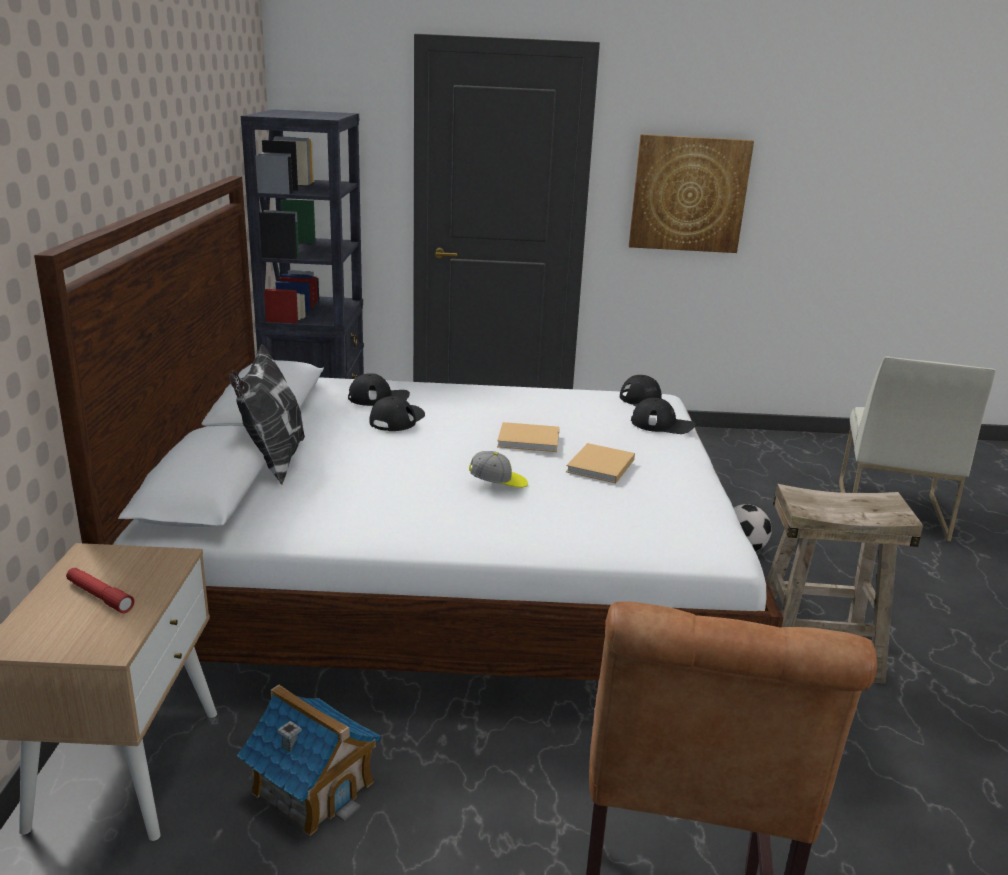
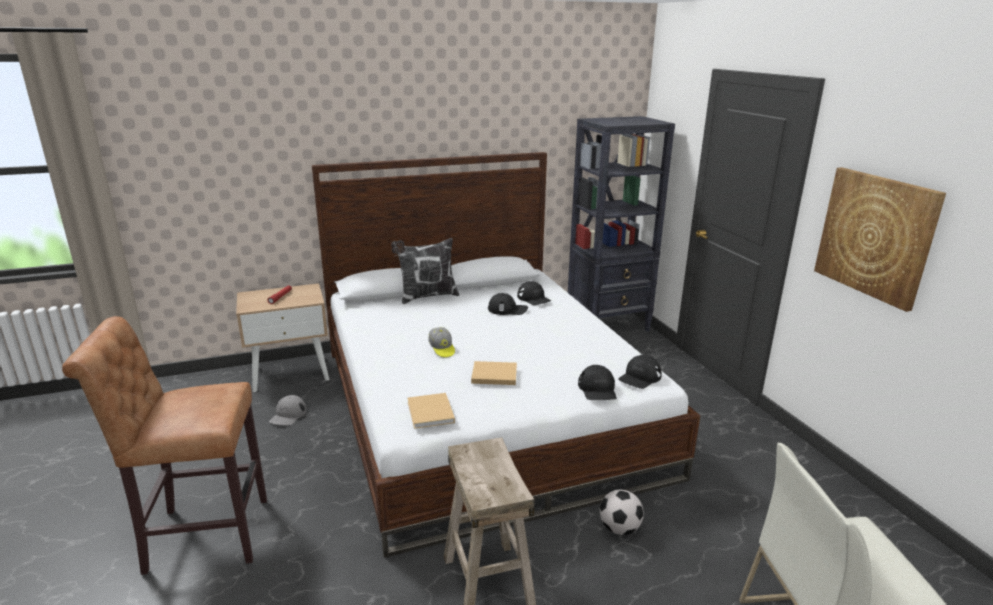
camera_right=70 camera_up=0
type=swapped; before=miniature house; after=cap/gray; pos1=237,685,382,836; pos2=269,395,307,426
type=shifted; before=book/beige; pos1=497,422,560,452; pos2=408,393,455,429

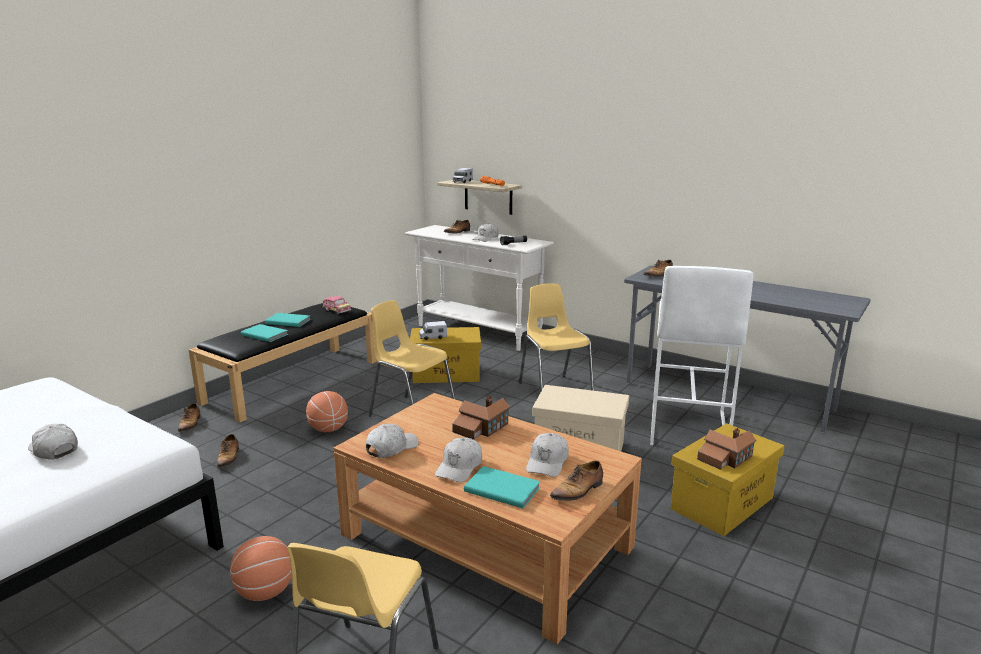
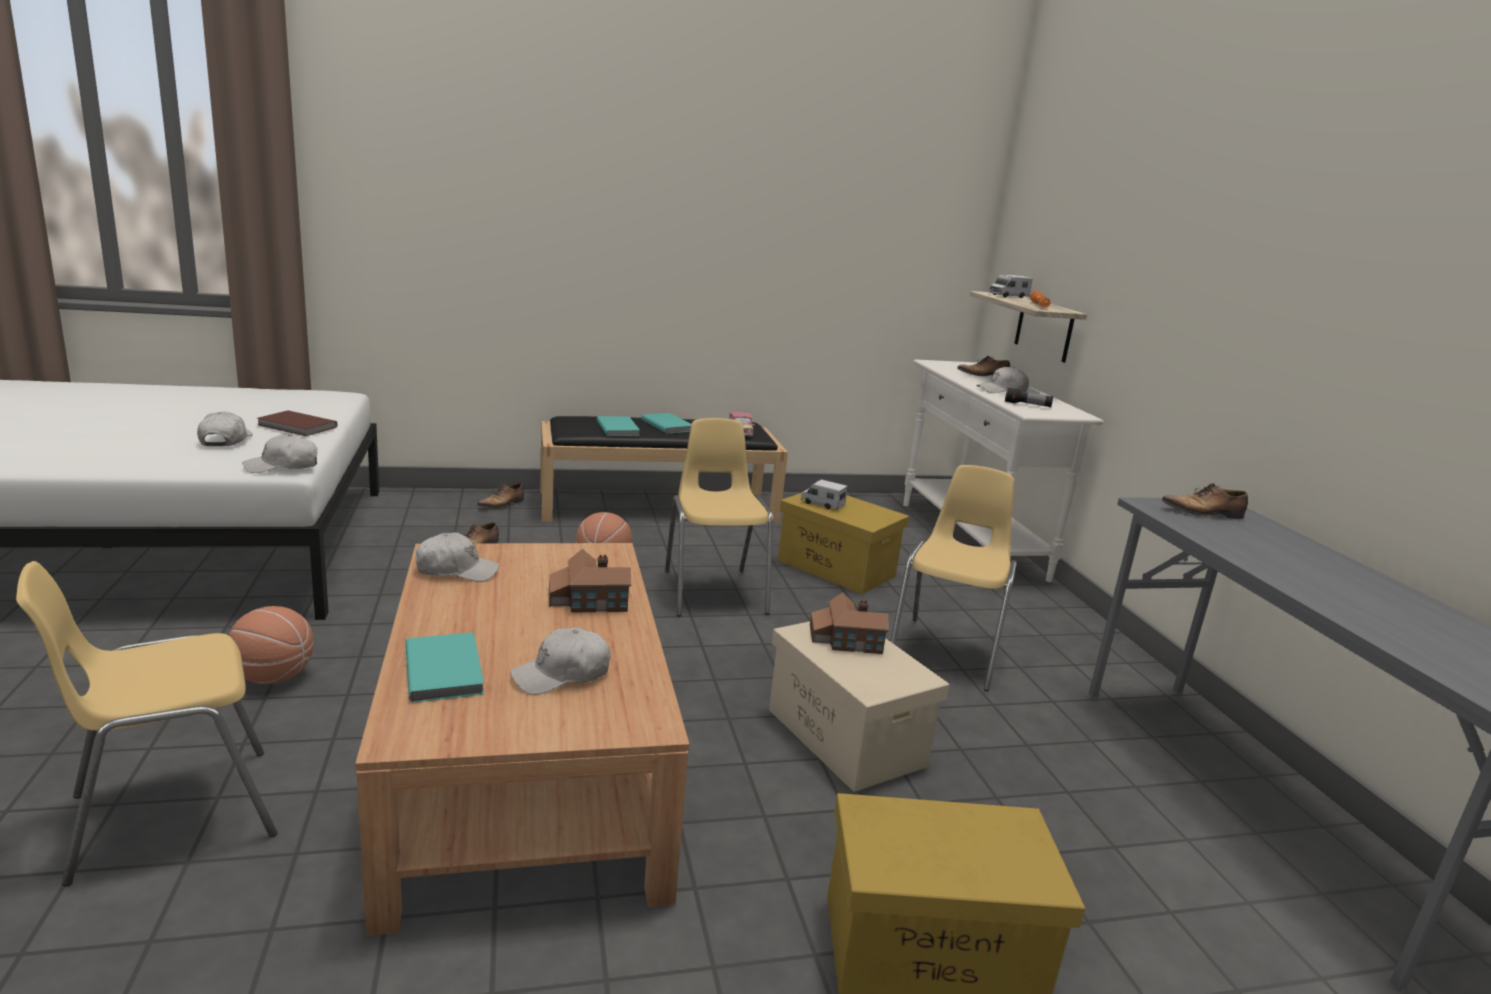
camera_right=40 camera_up=0
type=shifted; before=cap/white; pos1=435,438,482,482; pos2=243,434,317,473
type=new; after=book/brown-coloured; pos2=257,410,337,436
type=shifted; before=miniature house; pos1=697,428,756,470; pos2=810,592,889,654
type=gone; before=low shoe; pos1=550,461,603,501
type=gone; before=stool/white; pos1=650,266,753,445

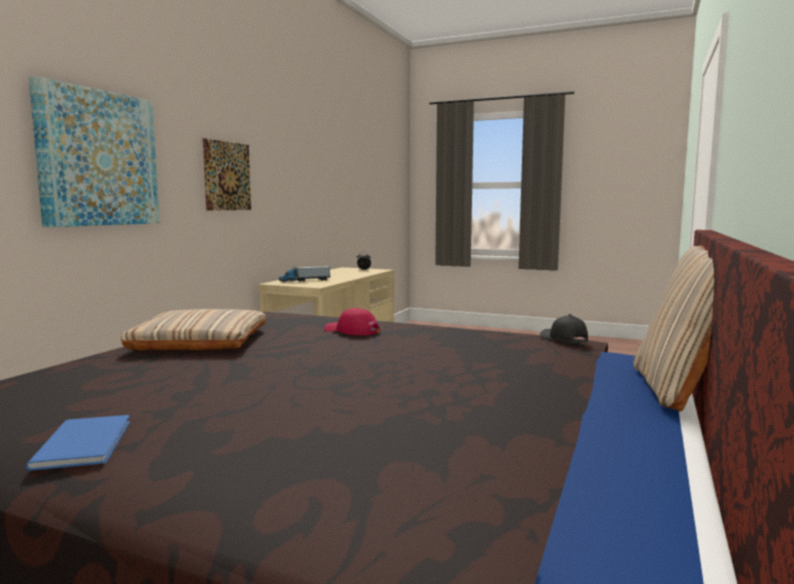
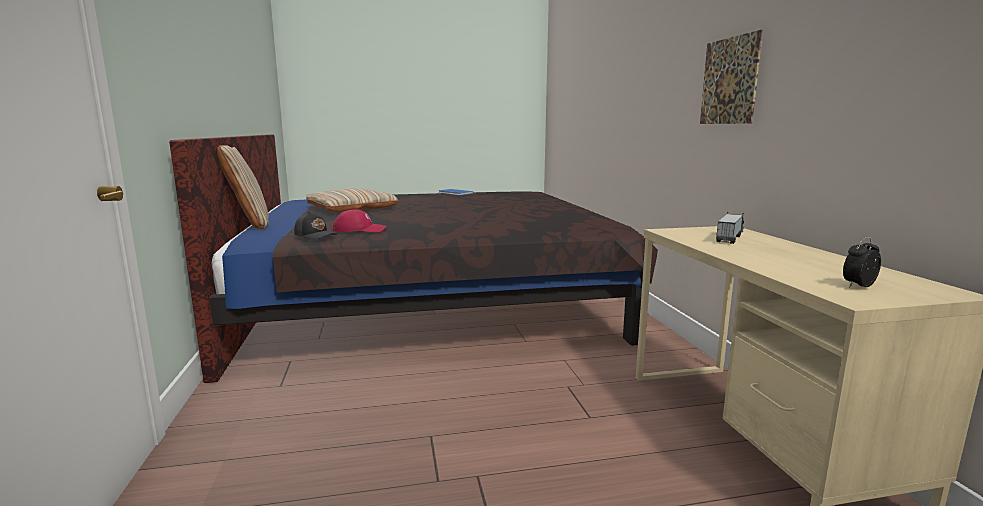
camera_right=145 camera_up=5
type=shifted; before=throw pillow/beige; pos1=121,309,266,350; pos2=306,188,399,212
type=shifted; before=cap/reddish; pos1=324,308,380,335; pos2=333,209,387,233
type=gone; before=wall art; pos1=29,76,160,227

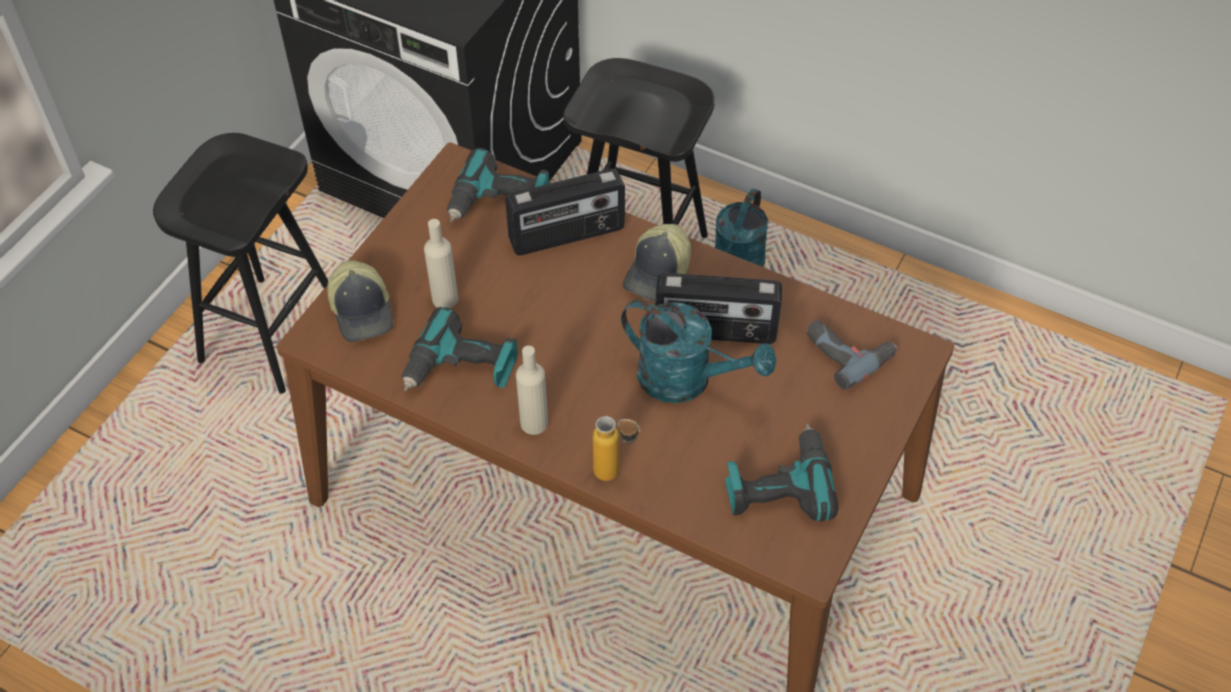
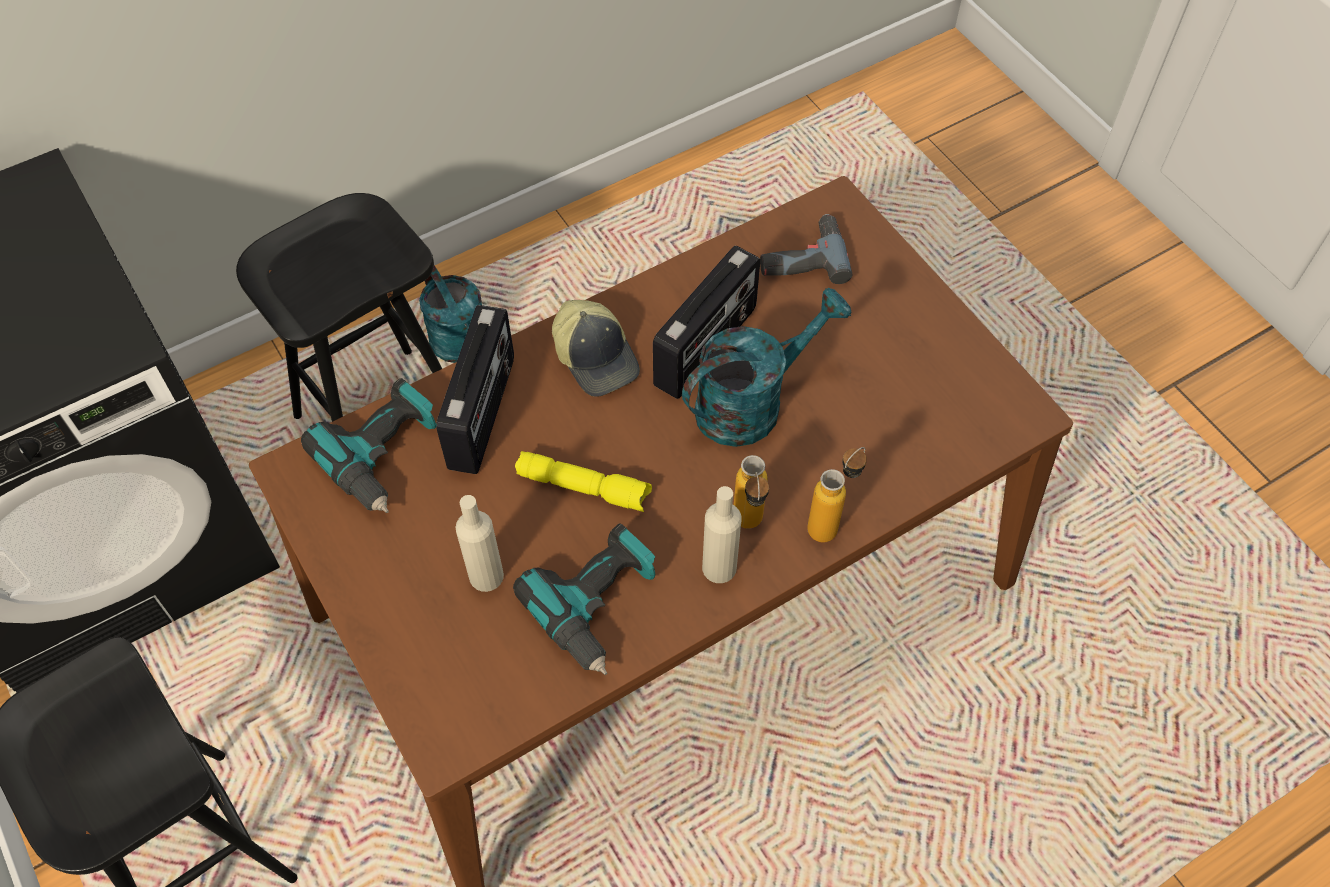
camera_right=-60 camera_up=5
type=new; after=torch/yellow-coloured; pos2=515,451,652,512
type=new; after=drink bottle; pos2=734,455,769,529
type=gone; before=cap; pos1=328,260,393,342
type=gone; before=power drill; pos1=725,424,839,522

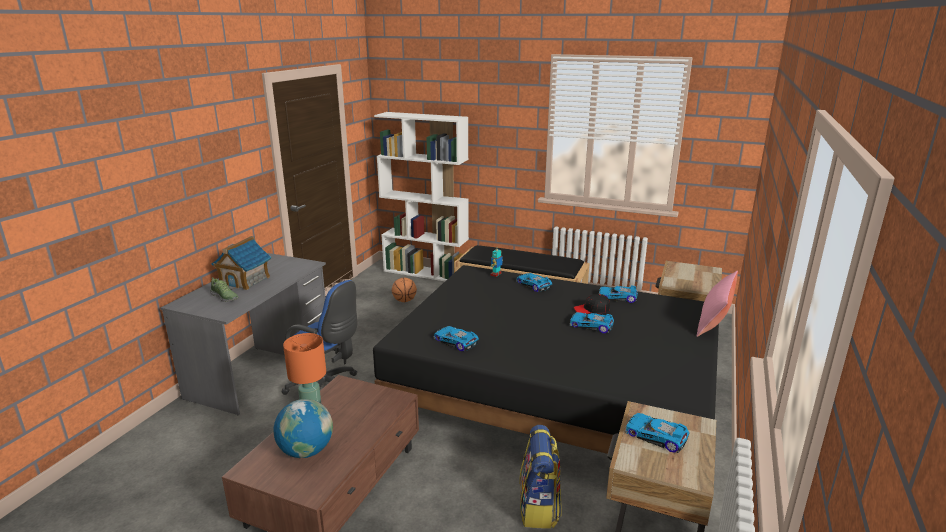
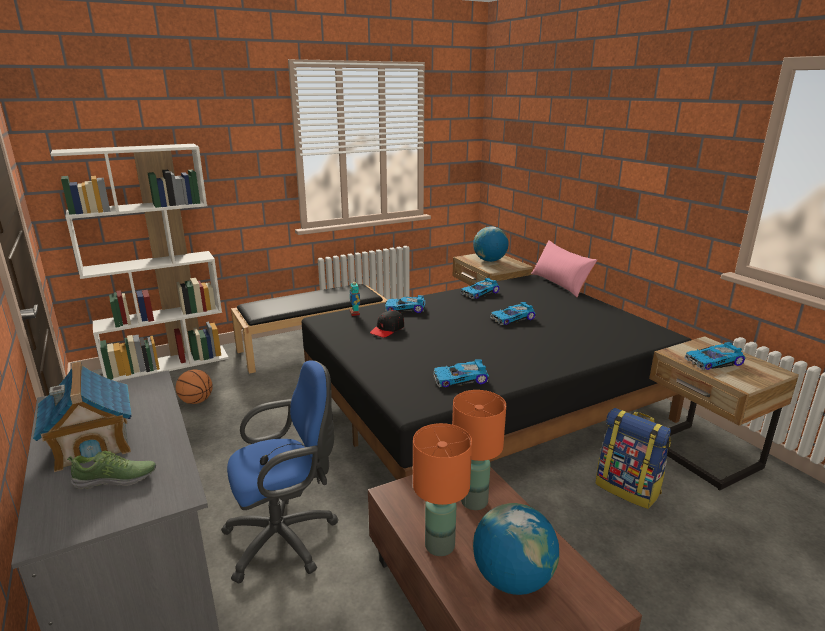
camera_right=-50 camera_up=0
type=shifted; before=cap/black-coloured; pos1=574,294,610,314; pos2=370,310,404,338
type=new; after=table lamp/orange-coloured; pos2=452,390,506,510
type=new; after=world globe; pos2=473,226,509,262

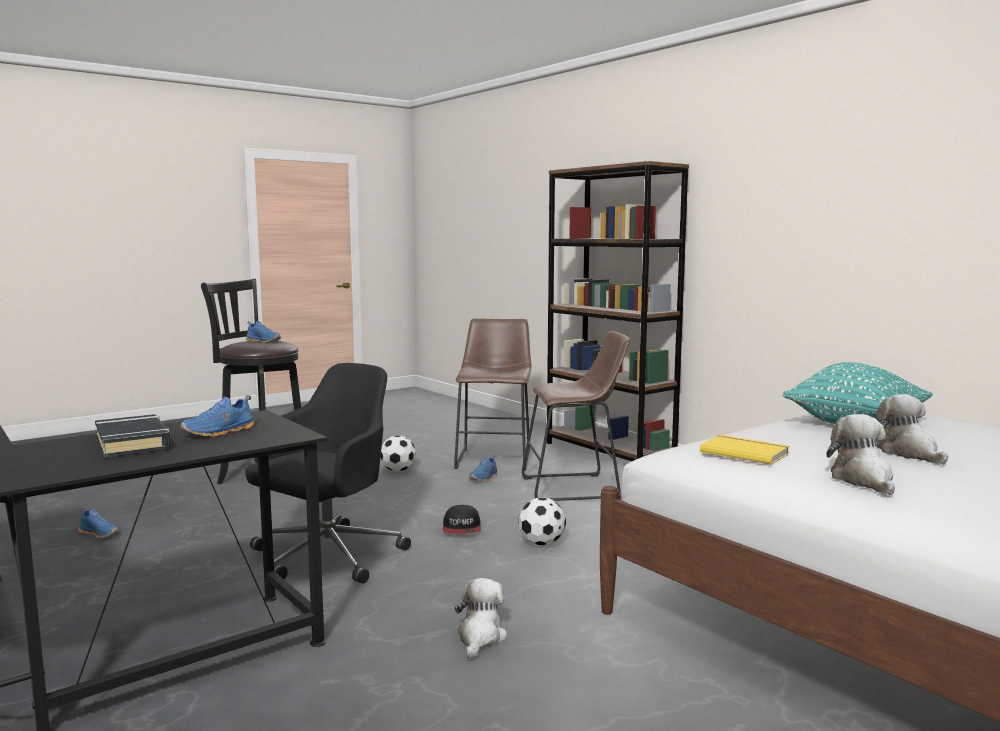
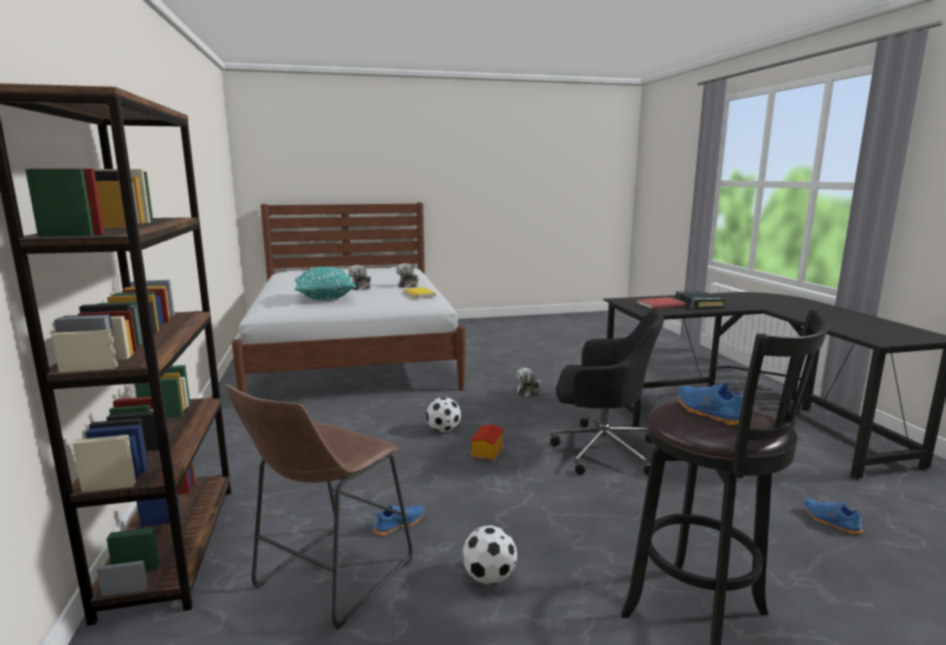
camera_right=-155 camera_up=5
type=swapped; before=cap; after=miniature house; pos1=443,505,481,534; pos2=470,424,504,462
type=rotated; before=desk chair/black-coloured; pos1=245,363,411,584; pos2=550,311,664,476; turn=-135
type=swapped; before=low shoe/bluish; after=book/reddish; pos1=181,395,254,437; pos2=636,297,686,309
type=gone; before=stool/brown-coloured; pos1=522,331,630,501

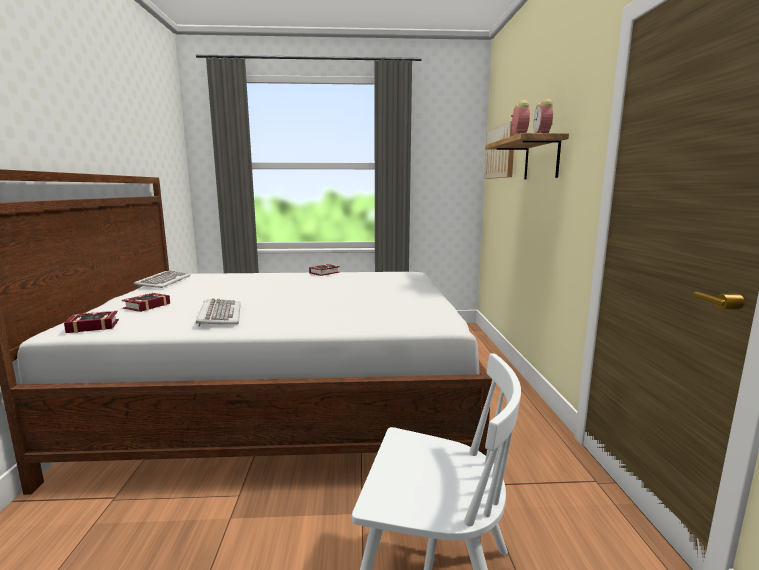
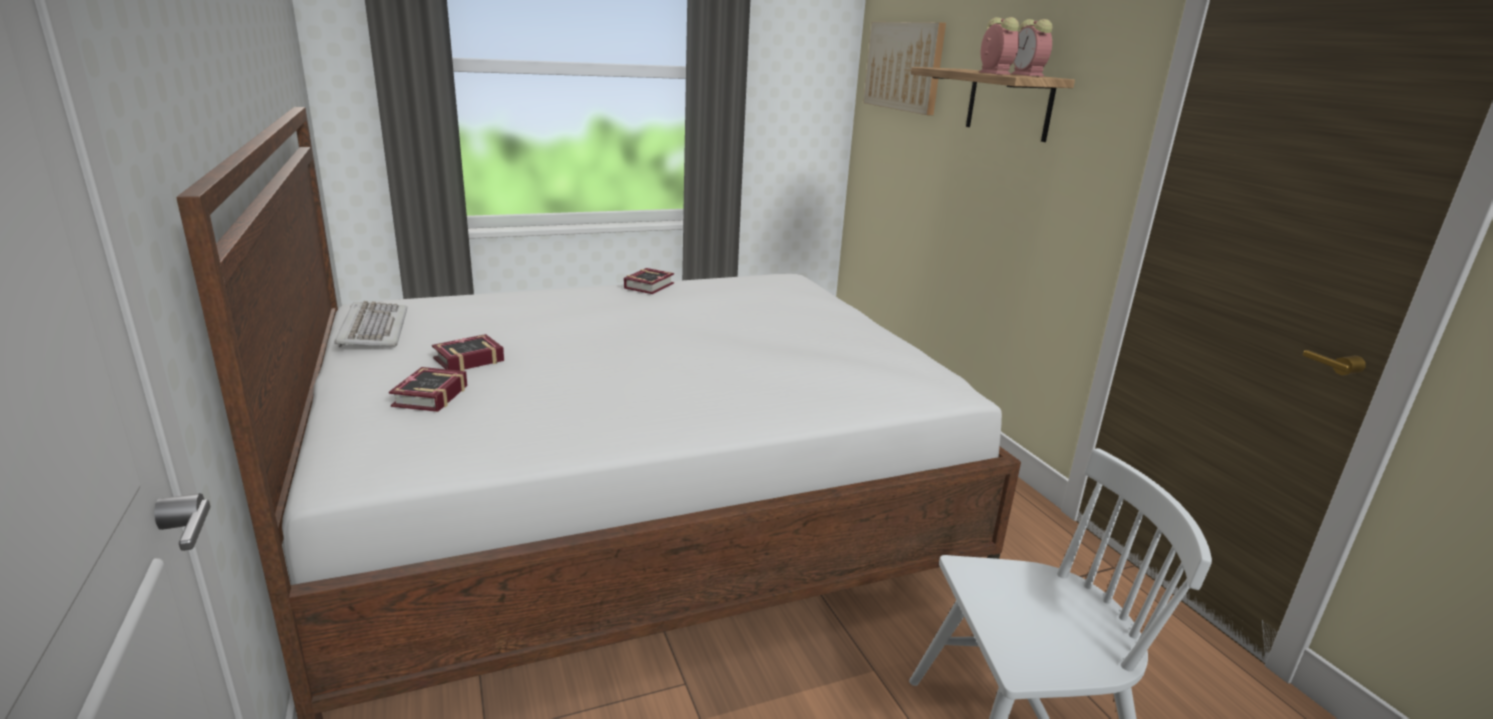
camera_right=-20 camera_up=10
type=shifted; before=book; pos1=64,311,119,333; pos2=432,334,504,371
type=gone; before=computer keyboard; pos1=196,298,241,326

